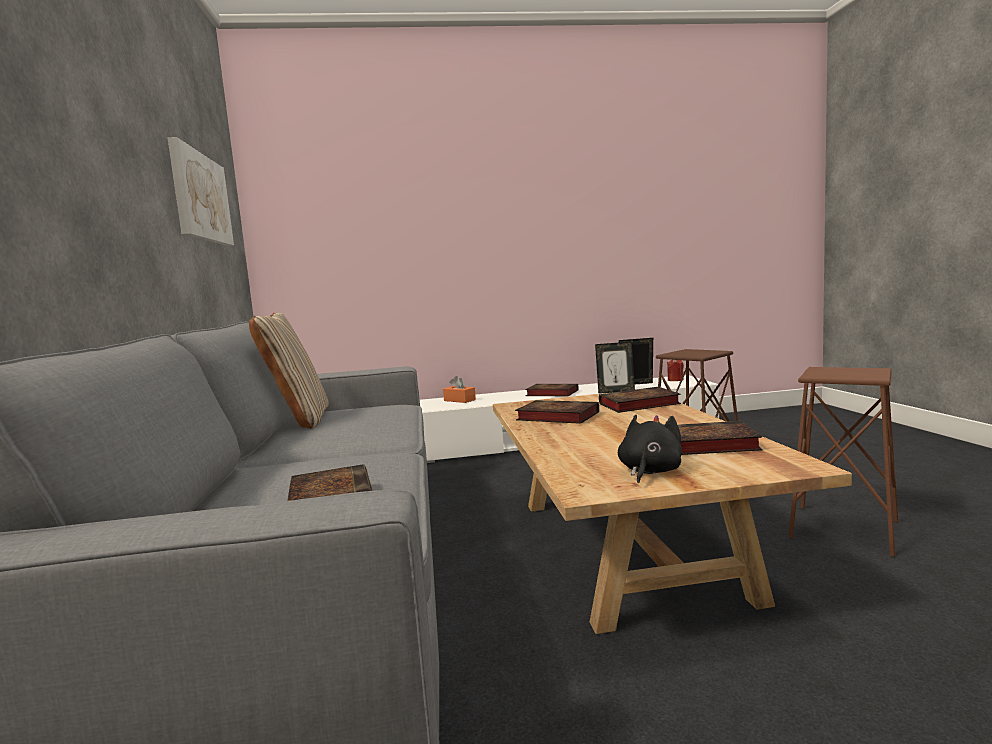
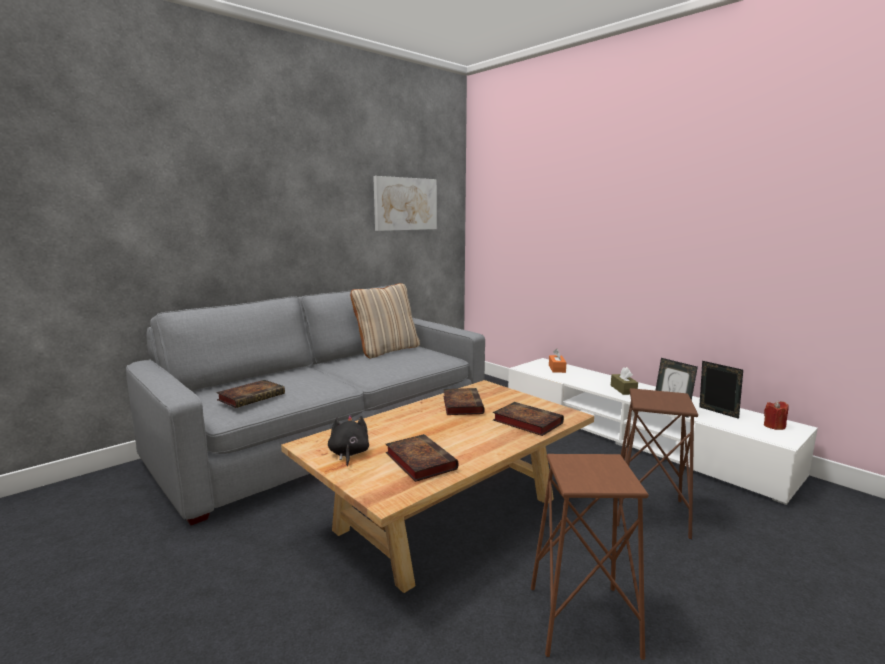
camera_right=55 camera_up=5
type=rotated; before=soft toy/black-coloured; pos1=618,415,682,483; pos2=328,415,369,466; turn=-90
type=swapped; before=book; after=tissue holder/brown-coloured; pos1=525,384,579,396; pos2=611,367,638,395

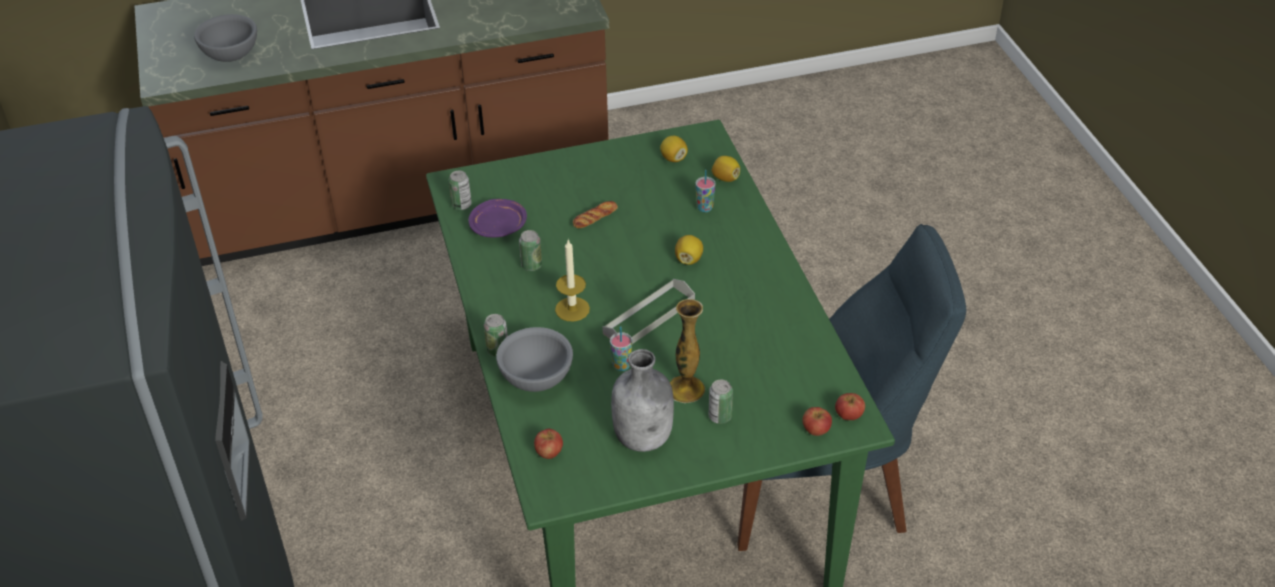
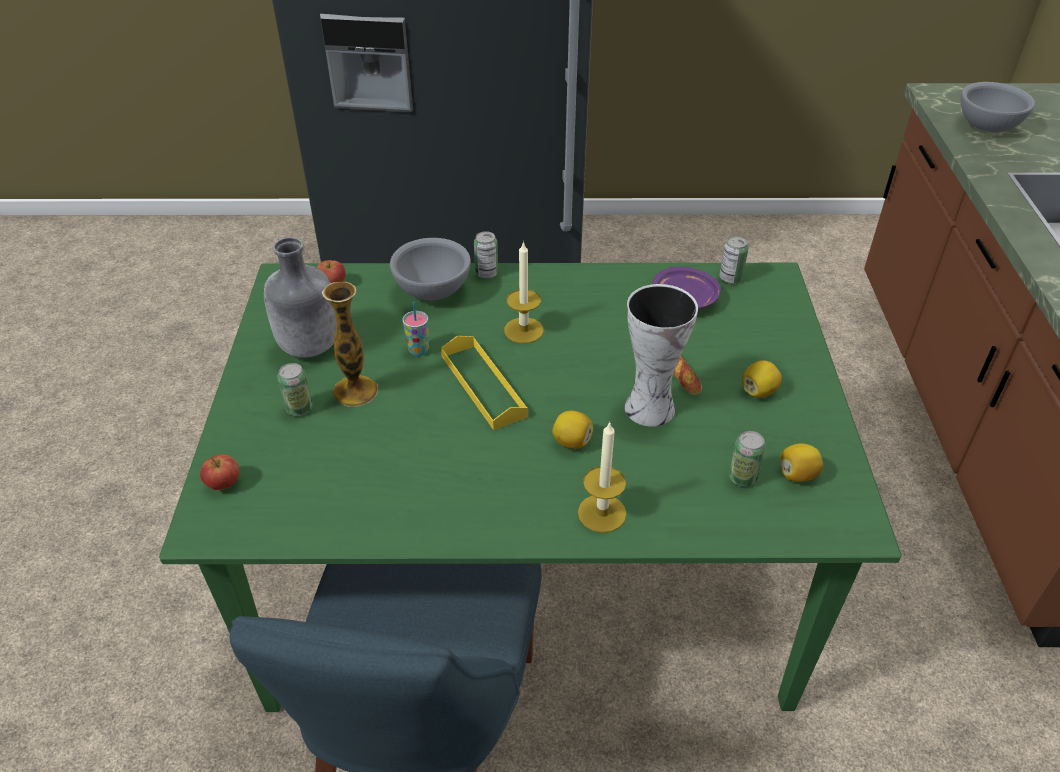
camera_right=105 camera_up=0
type=repainted; before=serving tray/gray; after=serving tray/yellow-coloured; pos1=602,279,695,344; pos2=441,336,528,430
type=new; after=wax light; pos2=578,421,627,533
type=new; after=vase; pos2=625,284,698,427
type=shifted; before=can; pos1=519,230,542,271; pos2=729,431,766,487
type=shifted; before=whole lemon; pos1=712,156,740,182; pos2=742,360,782,398
type=gone; before=small cup; pos1=695,170,716,212
type=gone; before=whole apple; pos1=835,393,865,420

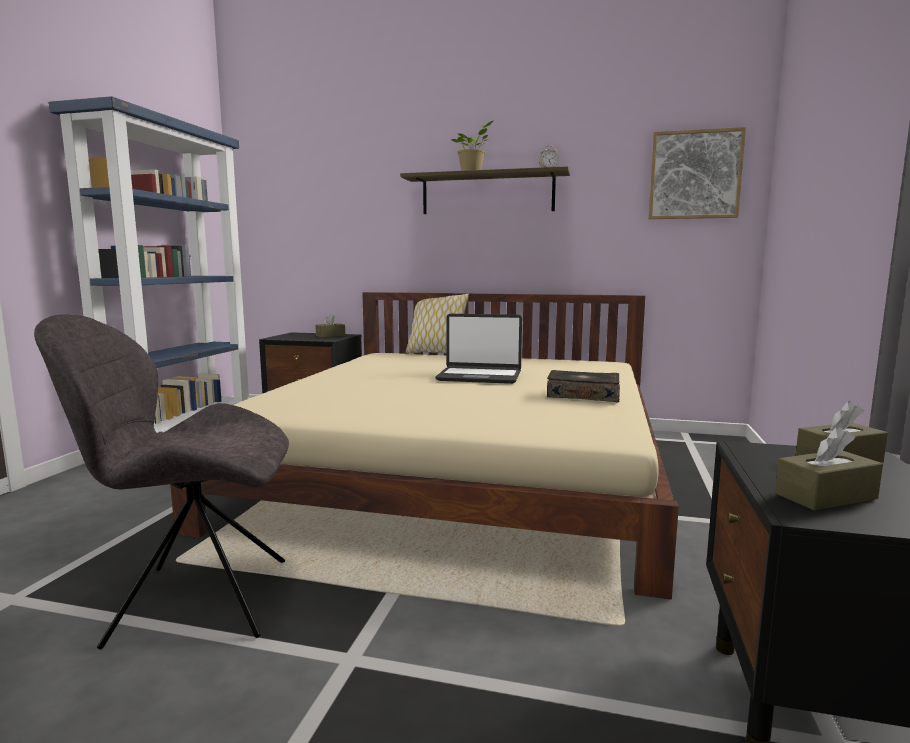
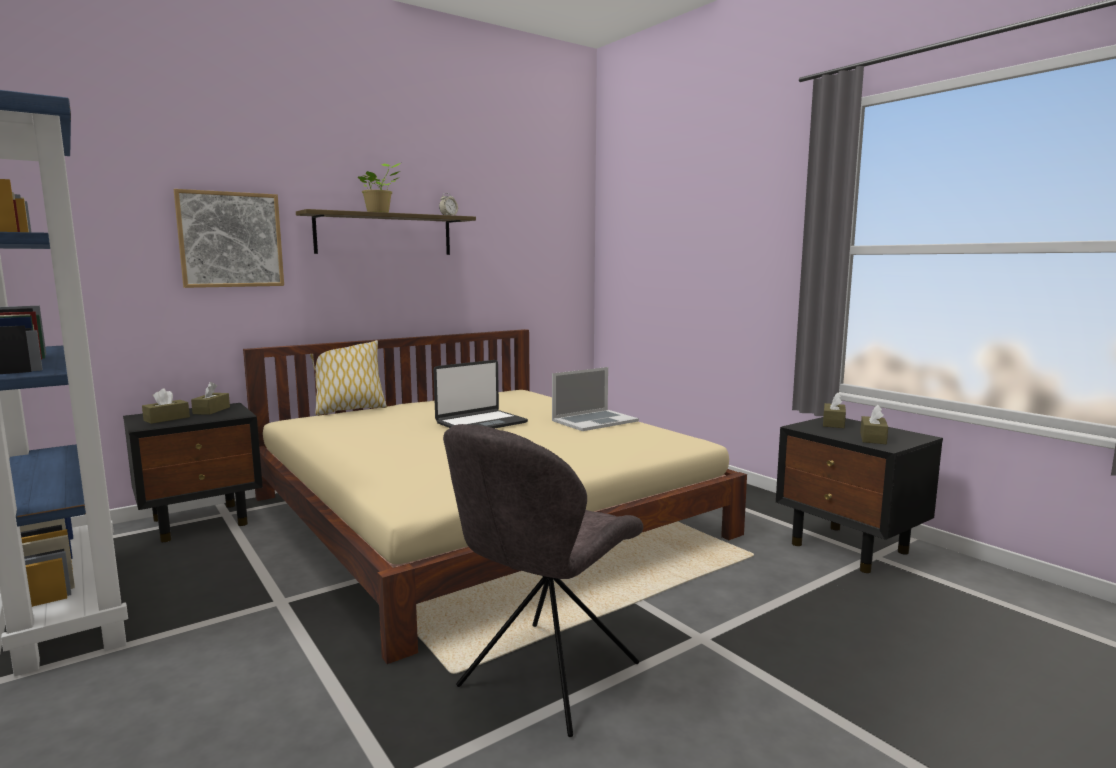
camera_right=-50 camera_up=0
type=new; after=tissue holder/brown-coloured; pos2=142,388,190,424
type=shifted; before=wall art; pos1=648,127,746,219; pos2=174,189,284,288
type=swapped; before=book; after=laptop; pos1=547,370,620,402; pos2=552,367,639,431

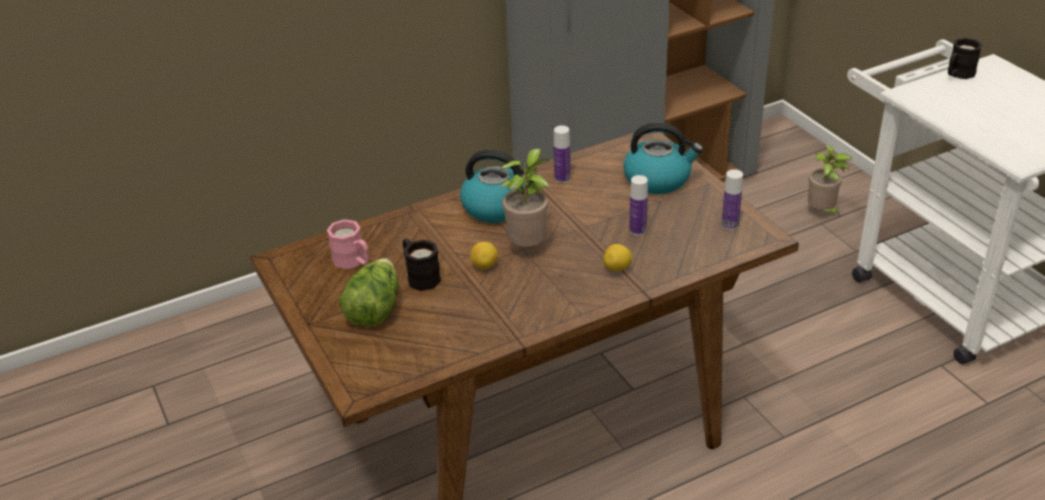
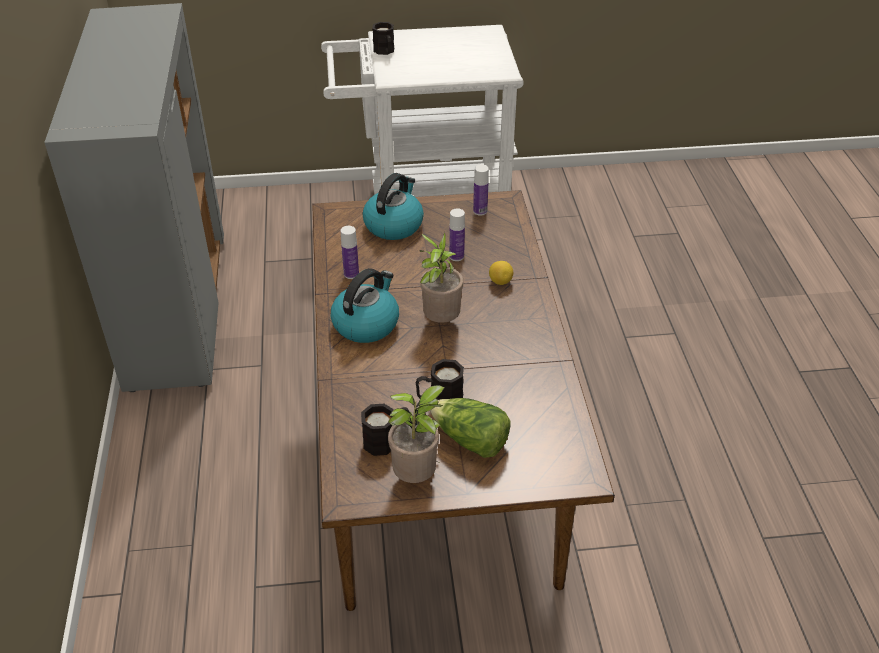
camera_right=-70 camera_up=5
type=repainted; before=coffee mug/pinkish; after=coffee mug/black-coloured; pos1=327,219,369,269; pos2=361,404,409,456
type=shifted; before=plant in a pot; pos1=808,146,852,216; pos2=388,385,444,483
type=gone; before=whole lemon; pos1=470,242,498,269

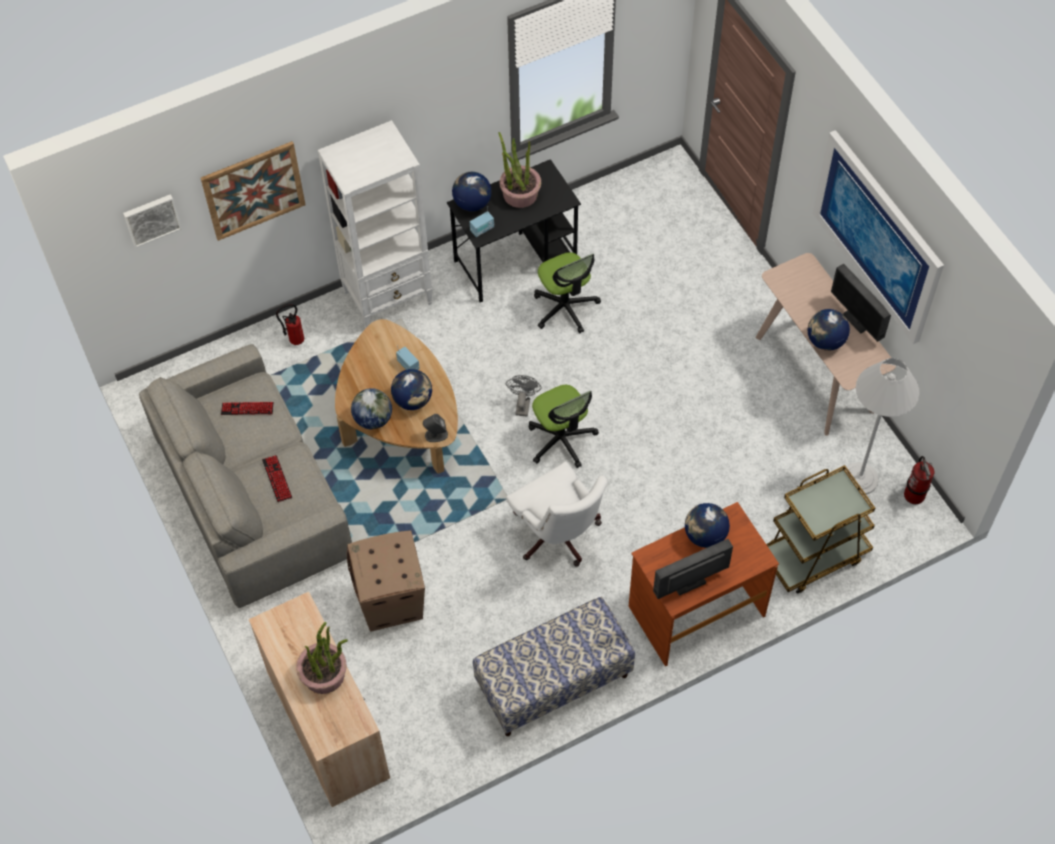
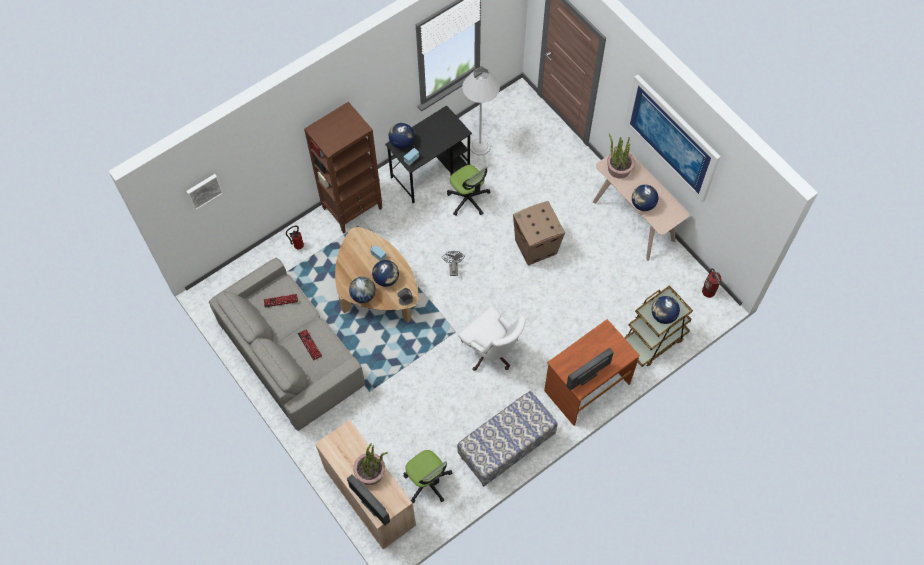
camera_right=-10 camera_up=5
type=repainted; before=shelving unit/white; after=shelving unit/brown-coloured; pos1=318,120,433,329; pos2=304,102,382,234
type=shifted; before=computer display; pos1=831,264,891,342; pos2=347,474,390,526
type=shifted; before=desk chair; pos1=528,385,599,468; pos2=403,450,452,503
type=shifted; before=standard lamp/white; pos1=845,358,920,495; pos2=462,67,500,156
type=shifted; before=packing box; pos1=347,530,425,631; pos2=513,201,565,266
type=shifted; before=plant in a pot; pos1=498,132,541,208; pos2=607,134,635,179
type=shifted; before=world globe; pos1=685,503,730,548; pos2=652,296,680,324
type=gone; before=wall art; pos1=201,141,306,241

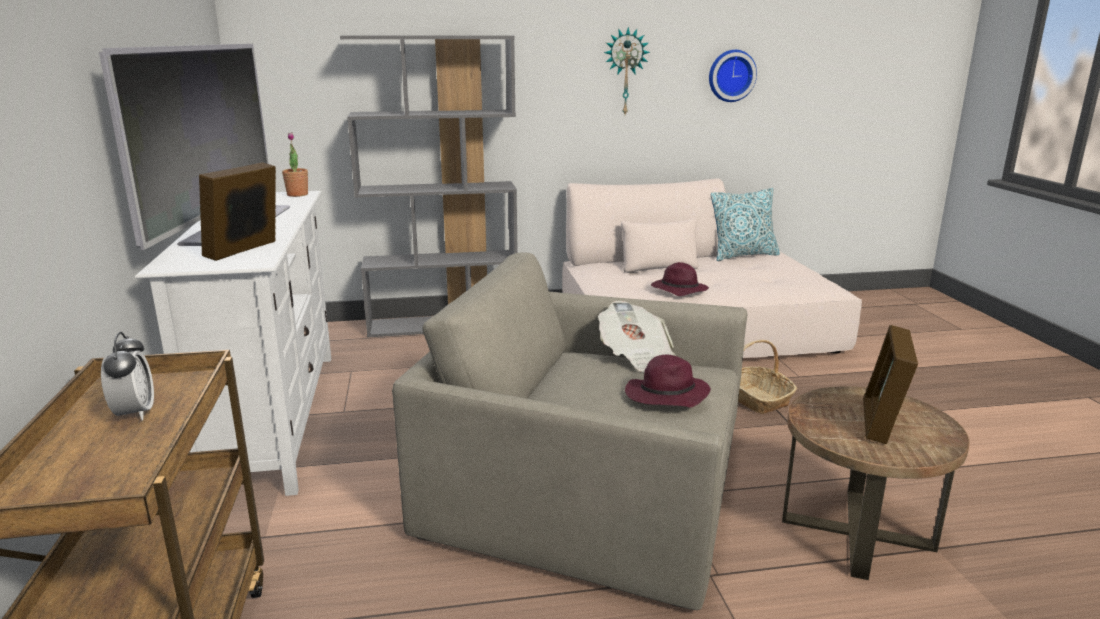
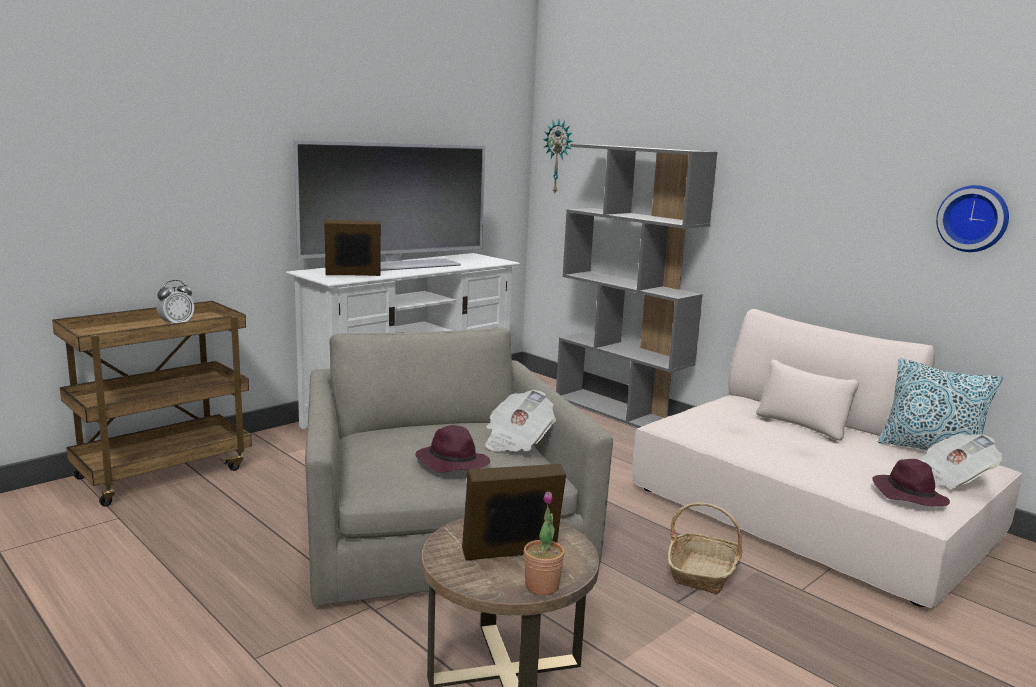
camera_right=55 camera_up=-5
type=shifted; before=plant in a pot; pos1=282,132,308,197; pos2=524,492,565,595
type=shifted; before=wall clock; pos1=604,27,650,114; pos2=543,120,572,193
type=shifted; before=clothing hat/purple-coloured; pos1=651,262,709,296; pos2=872,459,950,506
type=new; after=daily paper; pos2=920,434,1003,489

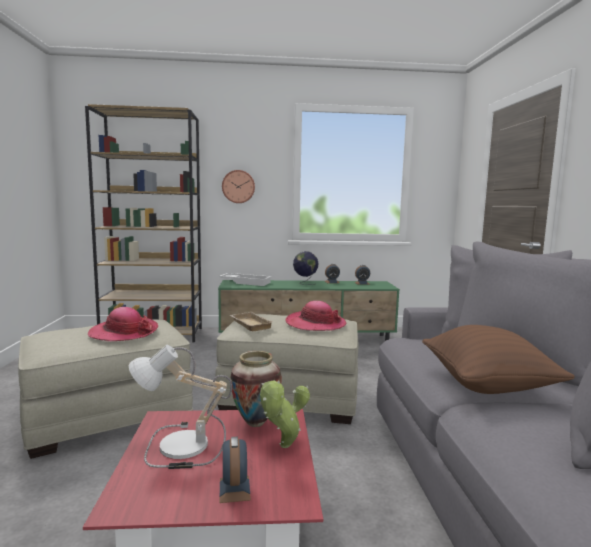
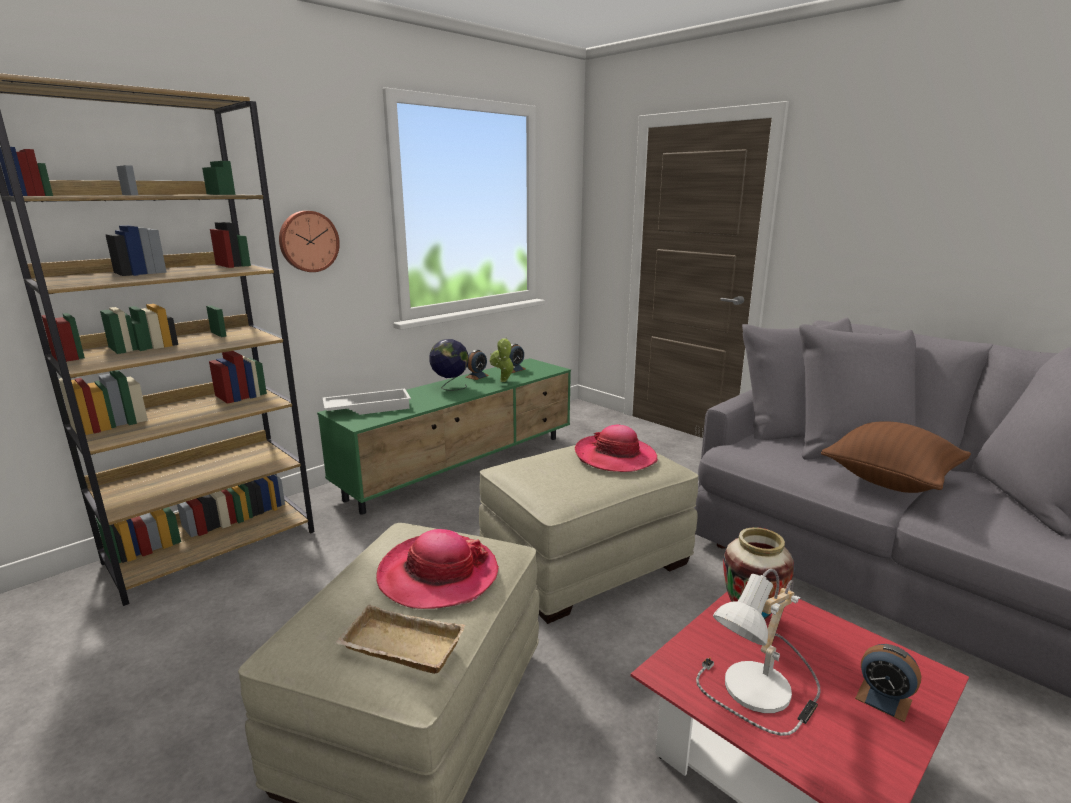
camera_right=-40 camera_up=10
type=shifted; before=serving tray/beige; pos1=230,312,274,331; pos2=335,605,465,674
type=shifted; before=plant in a pot; pos1=260,380,310,448; pos2=490,337,515,382

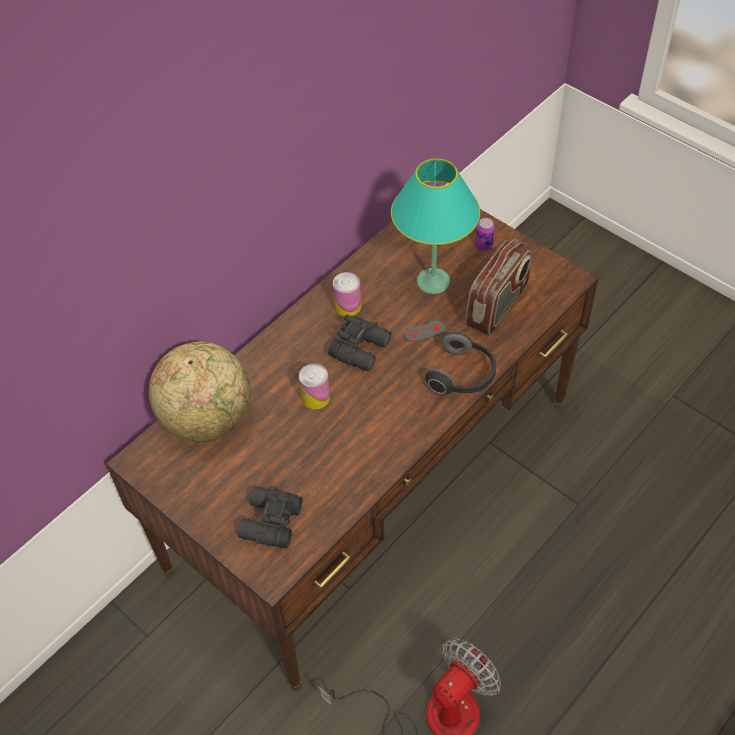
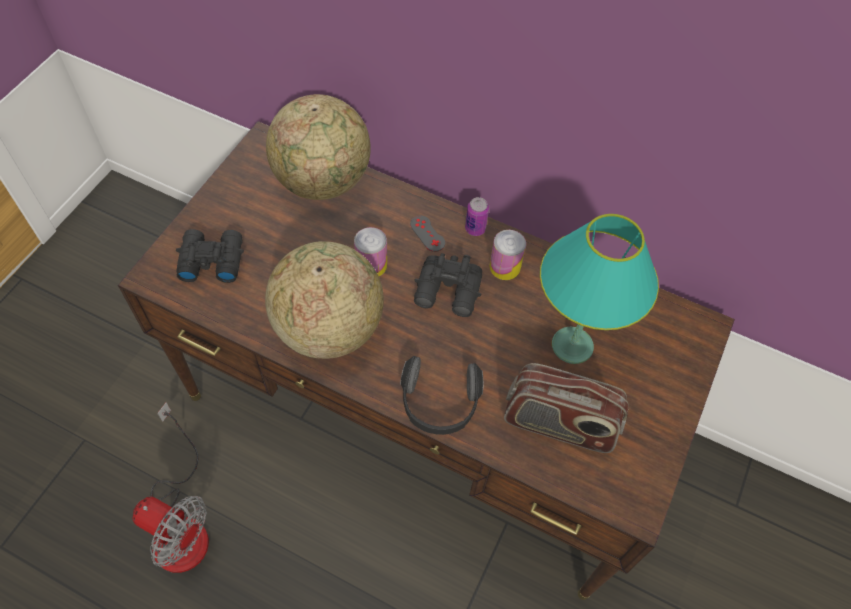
camera_right=70 camera_up=5
type=new; after=world globe; pos2=265,241,384,359
type=shifted; before=game controller/gray; pos1=404,320,445,342; pos2=410,216,445,252
type=shifted; before=can; pos1=475,218,495,252; pos2=465,197,489,236

